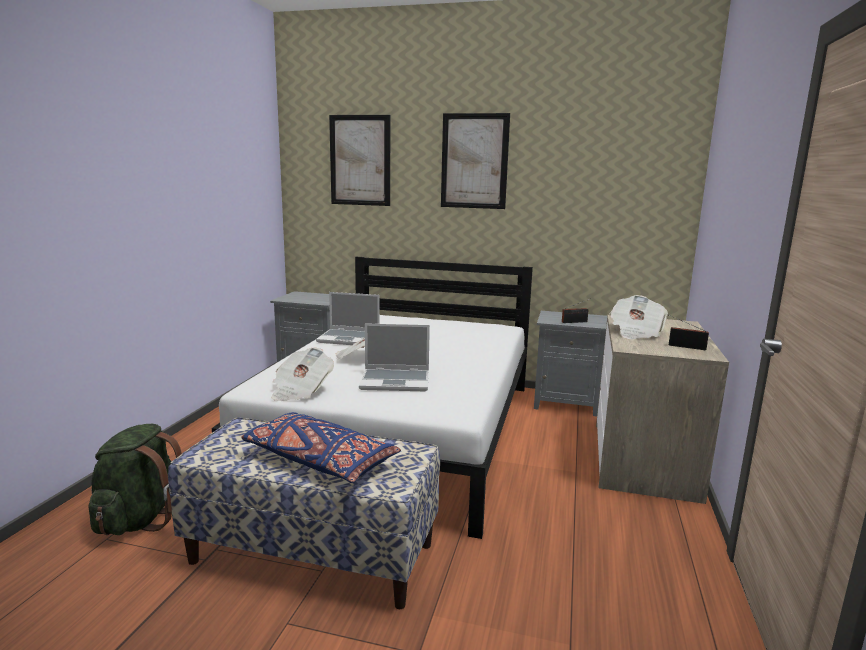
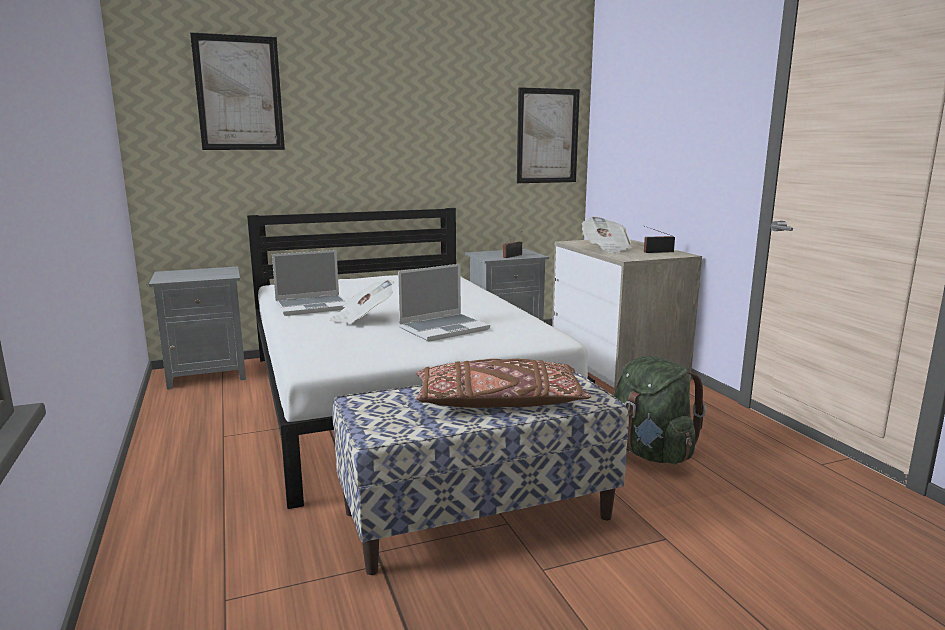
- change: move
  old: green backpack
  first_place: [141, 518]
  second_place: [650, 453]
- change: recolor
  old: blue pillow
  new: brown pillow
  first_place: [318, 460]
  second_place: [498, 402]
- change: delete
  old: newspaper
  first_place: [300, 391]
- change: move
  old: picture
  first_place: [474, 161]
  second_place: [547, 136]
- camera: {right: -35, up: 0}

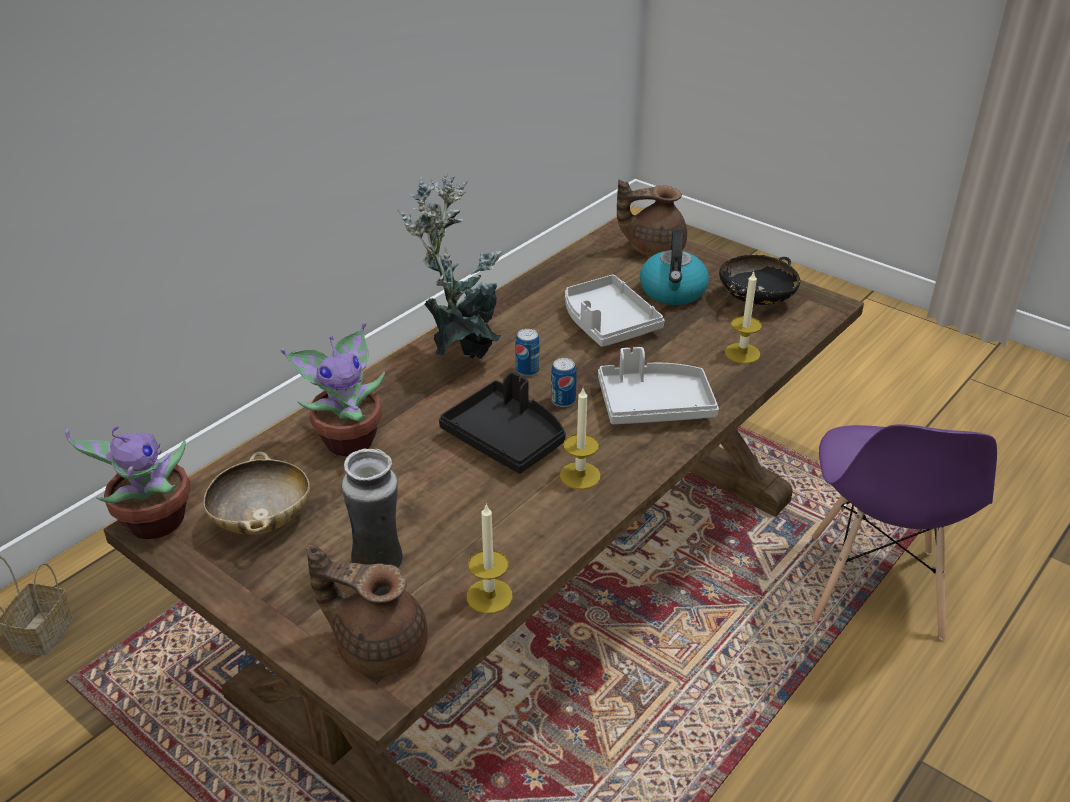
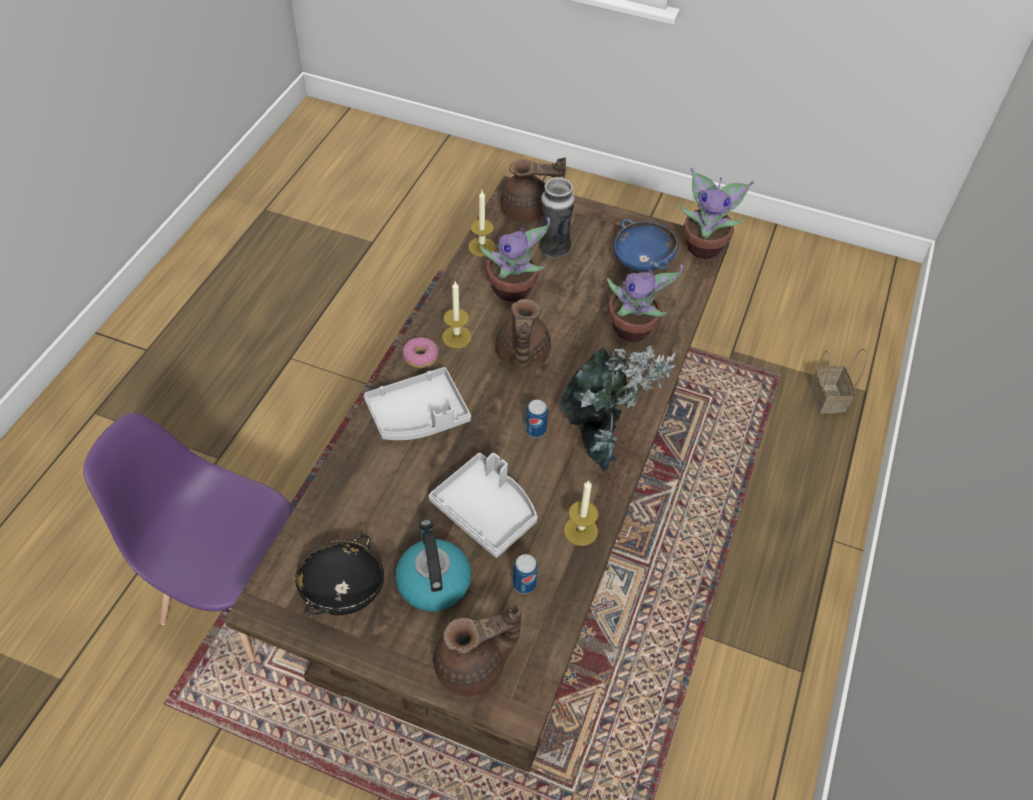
- change: recolor
  old: beige bowl
  new: blue bowl
  first_place: [262, 520]
  second_place: [642, 262]
- change: replace
  old: black tray
  new: brown teapot
  first_place: [506, 438]
  second_place: [521, 356]
- change: move
  old: can
  first_place: [563, 400]
  second_place: [524, 584]
- change: move
  old: candle
  first_place: [742, 353]
  second_place: [580, 531]
- change: rotate
  old: purple chair
  first_place: [874, 587]
  second_place: [233, 596]
  degrees: -60
- change: insert
  new: donut
  second_place: [420, 357]
- change: insert
  new: potted plant
  second_place: [513, 290]
- camera: {right: 160, up: 15}

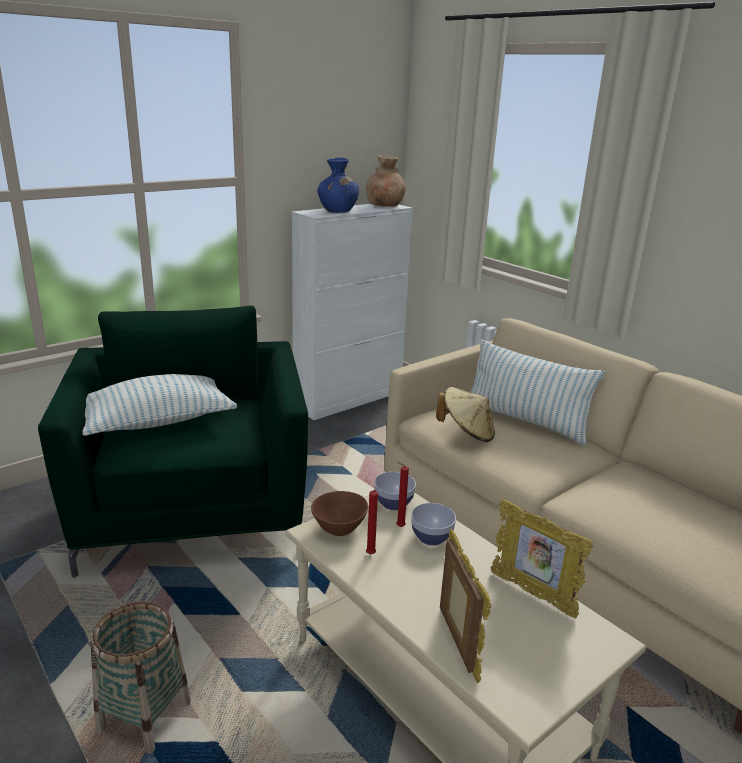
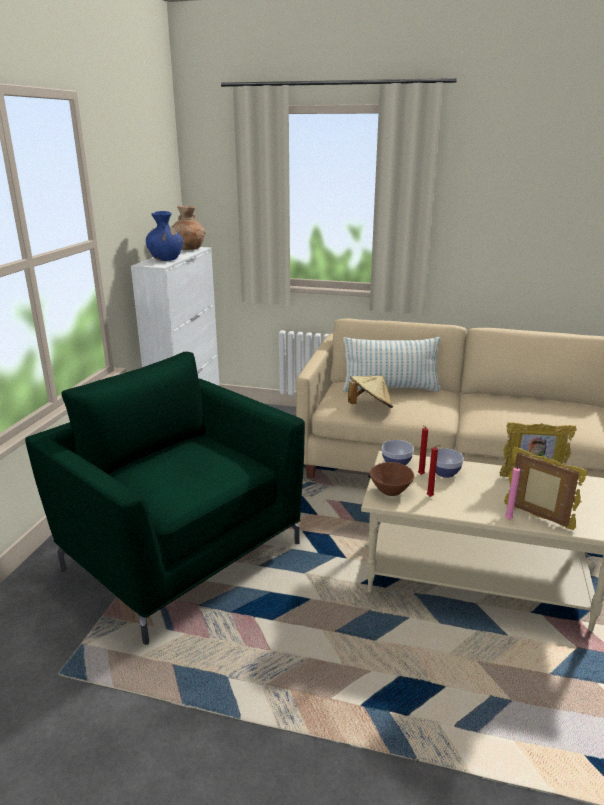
- change: delete
  old: pillow
  first_place: [157, 421]
- change: delete
  old: basket
  first_place: [144, 716]
- change: insert
  new: pink candle
  second_place: [508, 520]
- camera: {right: -35, up: 0}

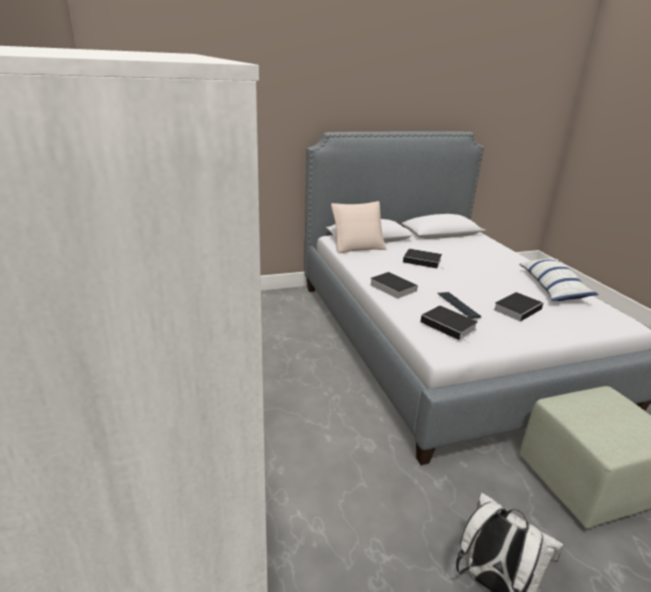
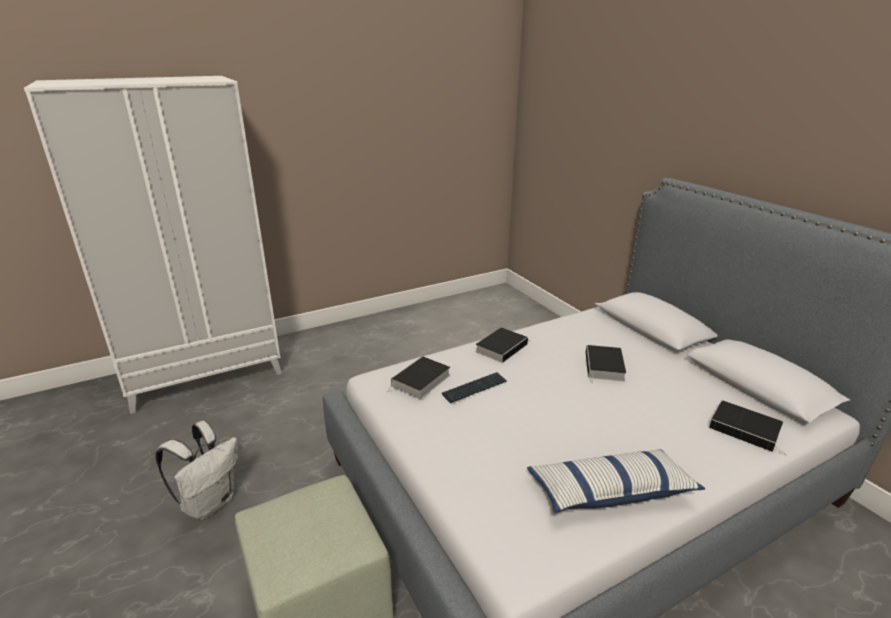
- change: delete
  old: beige pillow
  first_place: [357, 246]
- change: move
  old: book
  first_place: [517, 309]
  second_place: [747, 429]
- camera: {right: 80, up: 0}

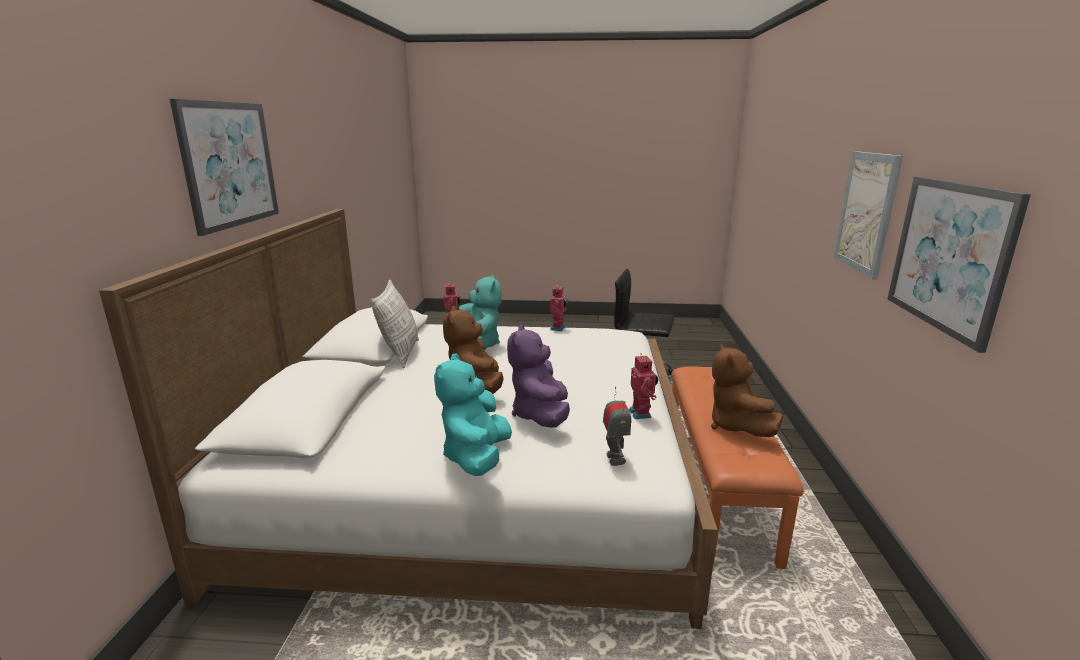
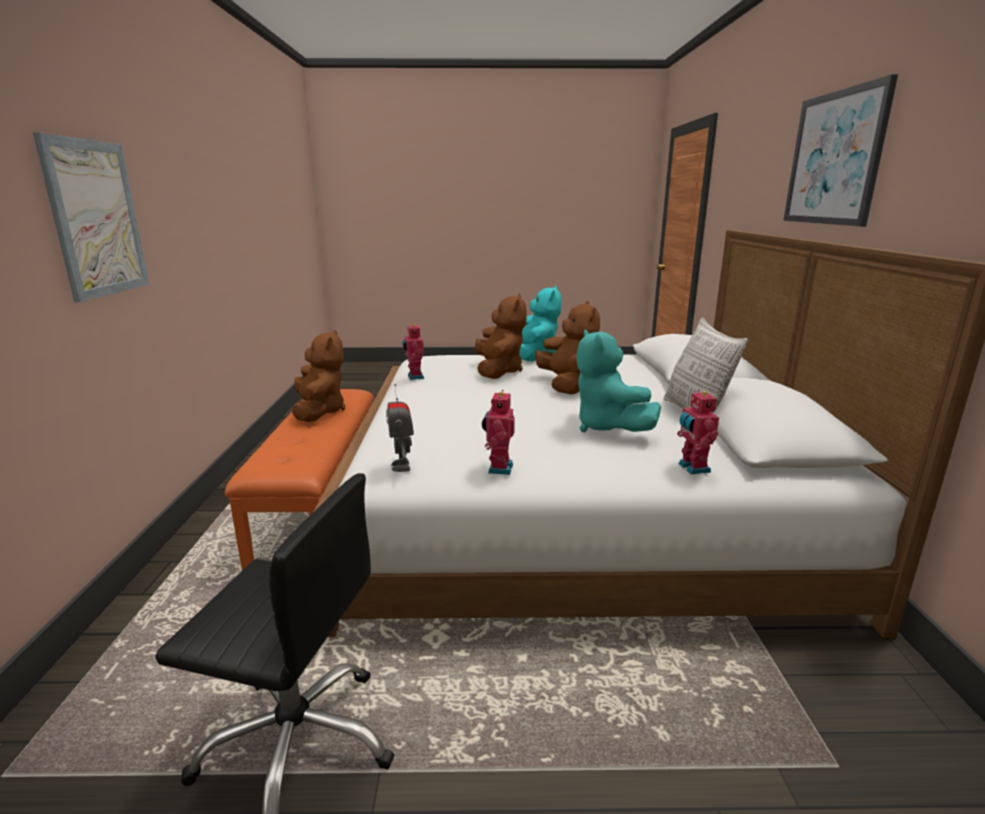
- change: recolor
  old: purple plush toy
  new: brown plush toy
  first_place: [541, 415]
  second_place: [498, 371]
- change: move
  old: toy robot
  first_place: [615, 459]
  second_place: [402, 466]
- change: delete
  old: picture
  first_place: [949, 256]
- camera: {right: 175, up: 0}

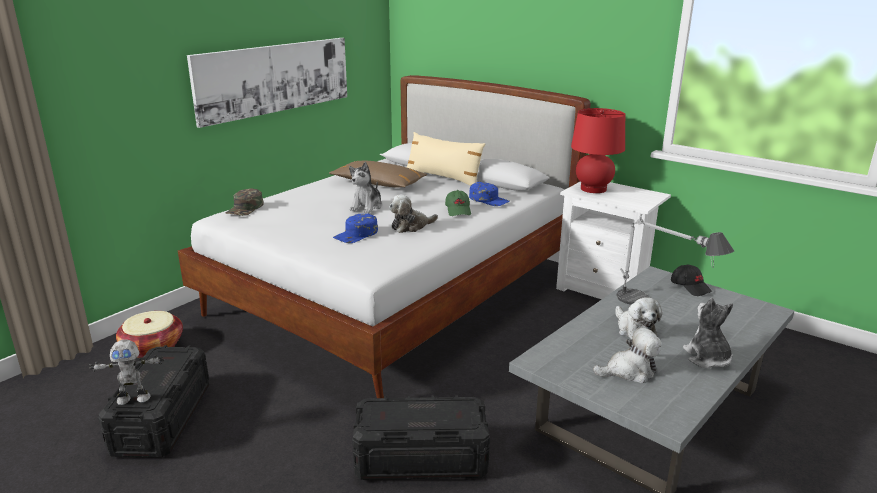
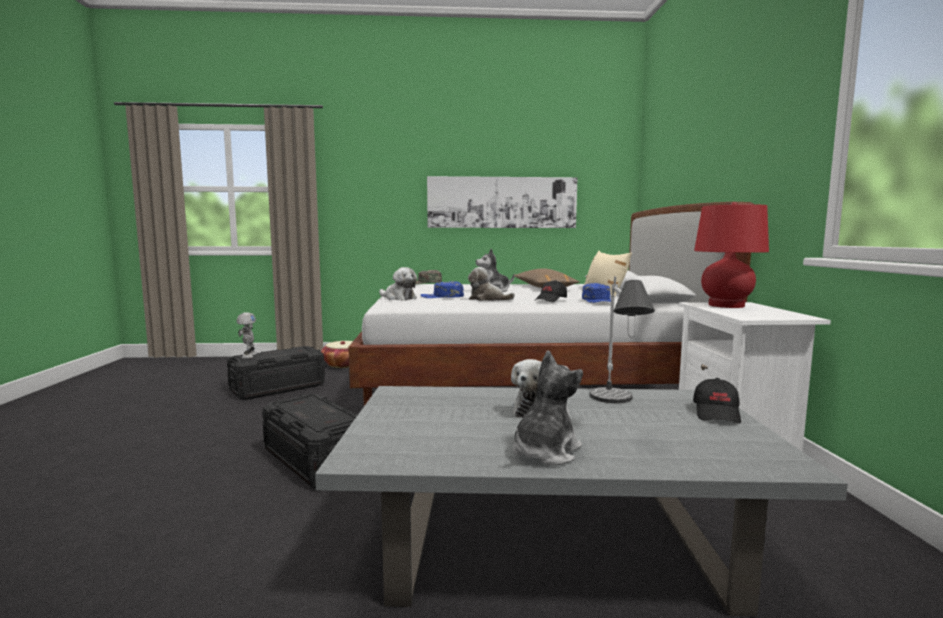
- change: rotate
  old: toy robot
  first_place: [134, 398]
  second_place: [248, 356]
  degrees: -135
- change: recolor
  old: green cap
  new: black cap
  first_place: [458, 210]
  second_place: [551, 300]
- change: move
  old: plush toy
  first_place: [629, 371]
  second_place: [398, 298]
- camera: {right: 50, up: -15}

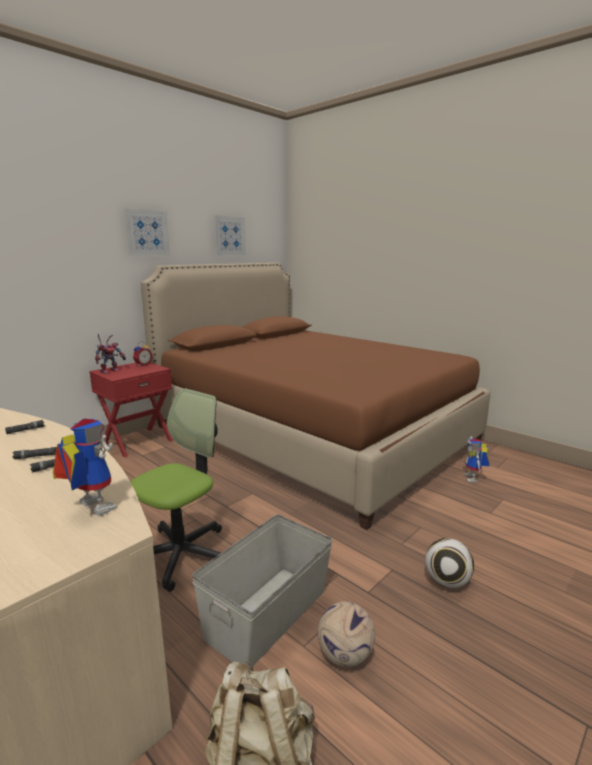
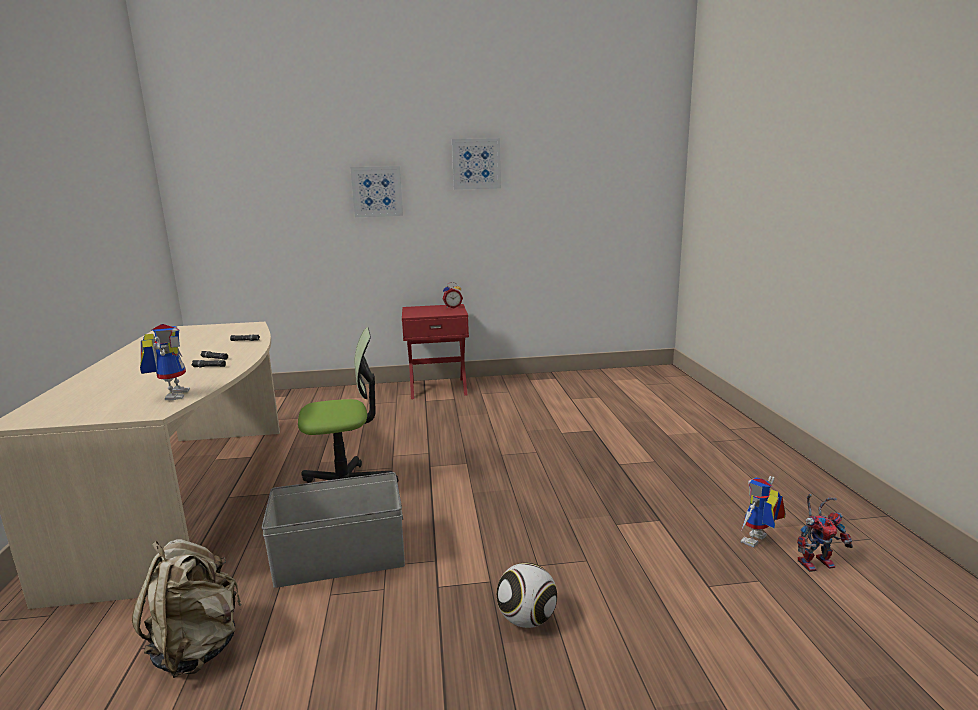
- change: move
  old: toy robot
  first_place: [110, 371]
  second_place: [816, 562]
- change: delete
  old: brown bed
  first_place: [311, 435]
- change: move
  old: picture
  first_place: [229, 236]
  second_place: [377, 191]
- change: delete
  old: football
  first_place: [344, 655]
- camera: {right: 40, up: 0}

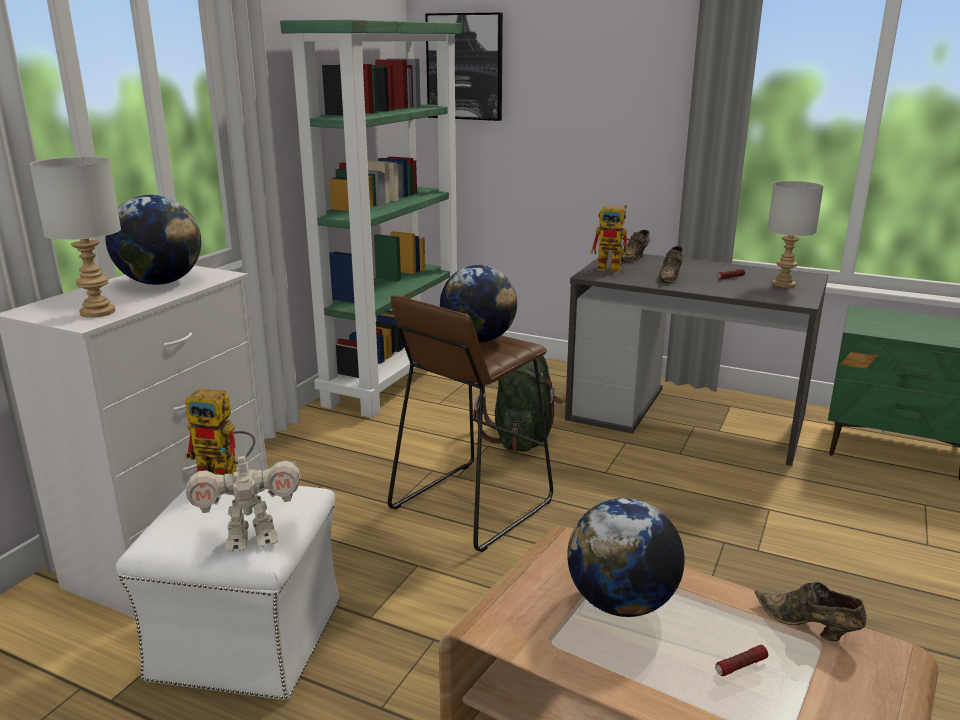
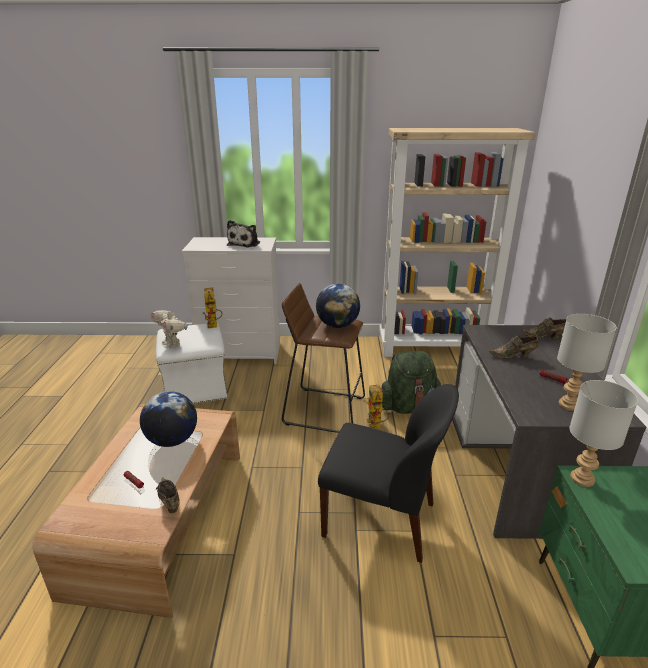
- change: move
  old: grey table lamp
  first_place: [96, 312]
  second_place: [581, 478]
- change: replace
  old: globe
  new: plush toy
  first_place: [160, 282]
  second_place: [245, 244]
- change: recolor
  old: green bookcase
  new: beige bookcase
  first_place: [393, 378]
  second_place: [434, 348]
- change: delete
  old: picture
  first_place: [465, 67]
- change: move
  old: toy robot
  first_place: [615, 268]
  second_place: [376, 425]
- change: rotate
  old: brown shoe
  first_place: [808, 627]
  second_place: [169, 502]
  degrees: -45
- change: insert
  new: black chair
  second_place: [382, 520]
- camera: {right: 65, up: 5}

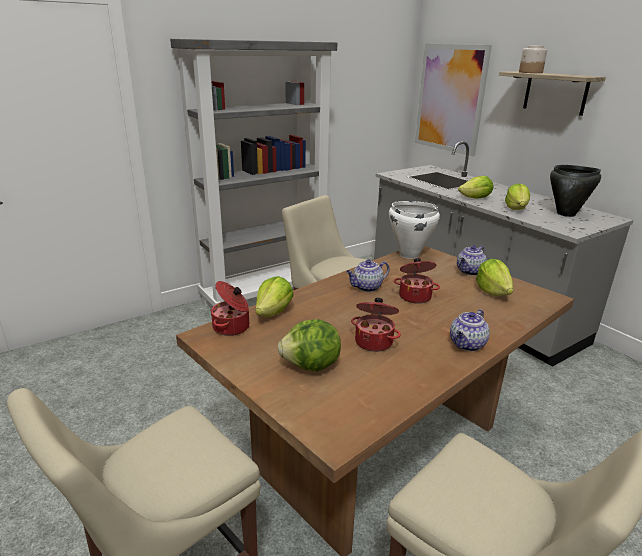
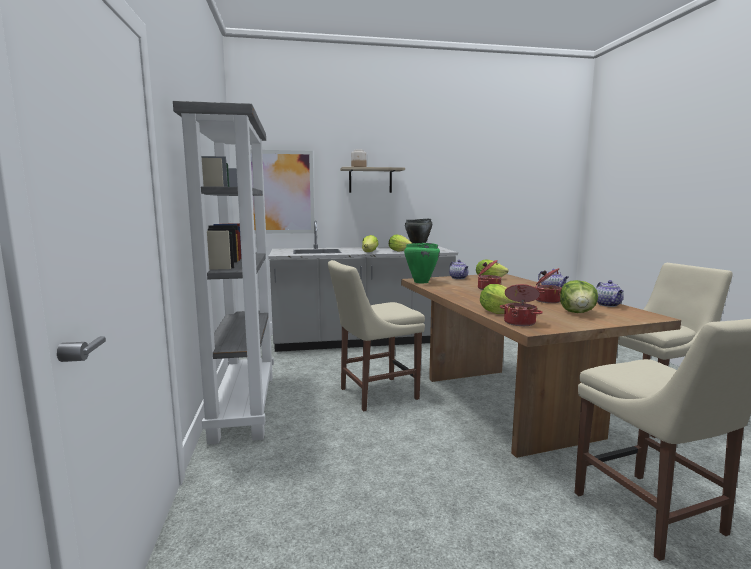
- change: move
  old: teapot
  first_place: [366, 287]
  second_place: [608, 305]
- change: recolor
  old: white cooking pot
  new: green cooking pot
  first_place: [409, 255]
  second_place: [421, 282]
- camera: {right: -65, up: -15}

